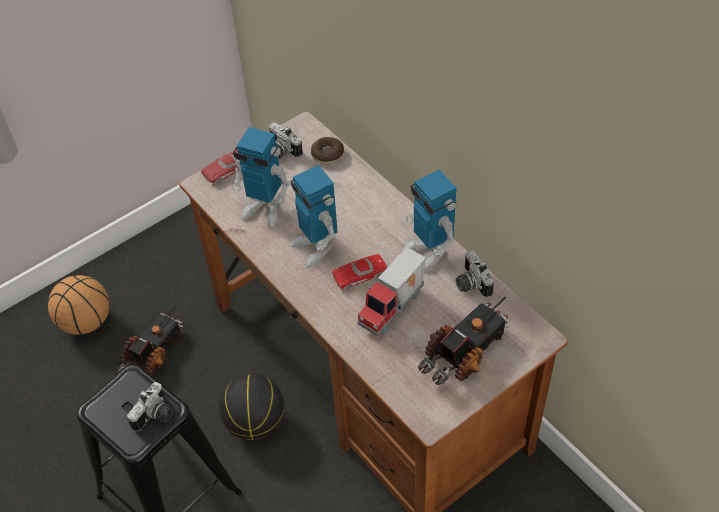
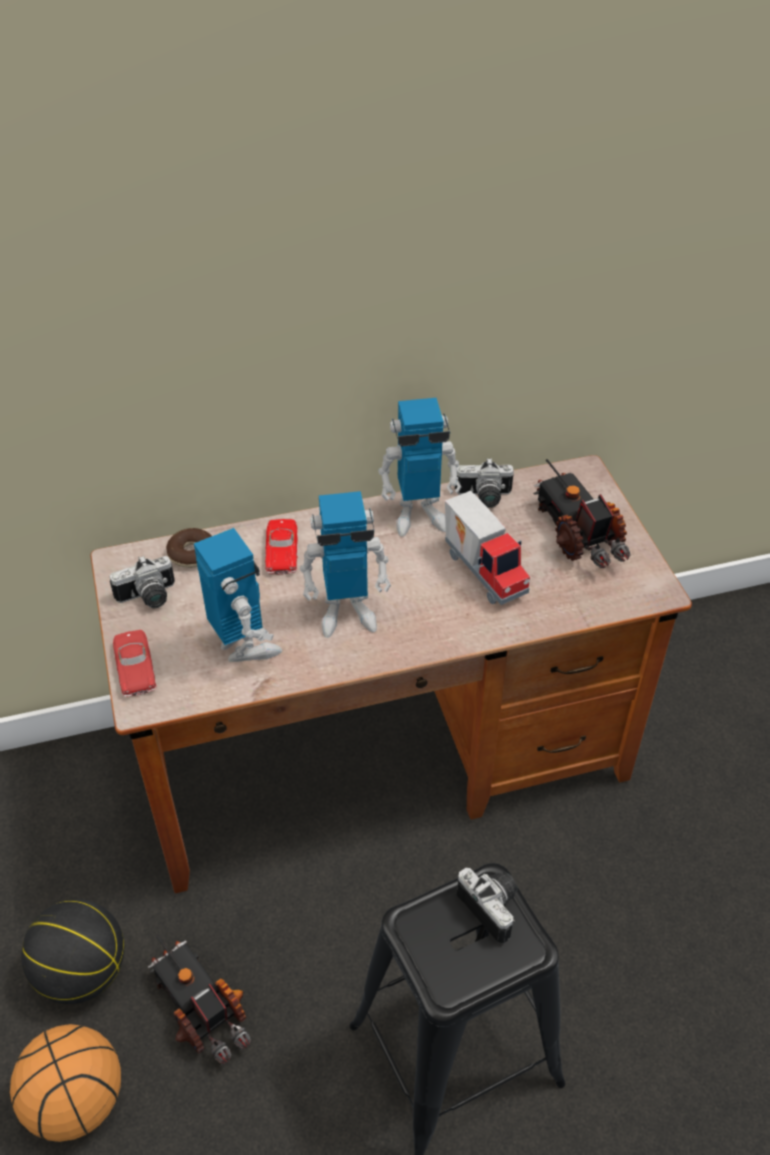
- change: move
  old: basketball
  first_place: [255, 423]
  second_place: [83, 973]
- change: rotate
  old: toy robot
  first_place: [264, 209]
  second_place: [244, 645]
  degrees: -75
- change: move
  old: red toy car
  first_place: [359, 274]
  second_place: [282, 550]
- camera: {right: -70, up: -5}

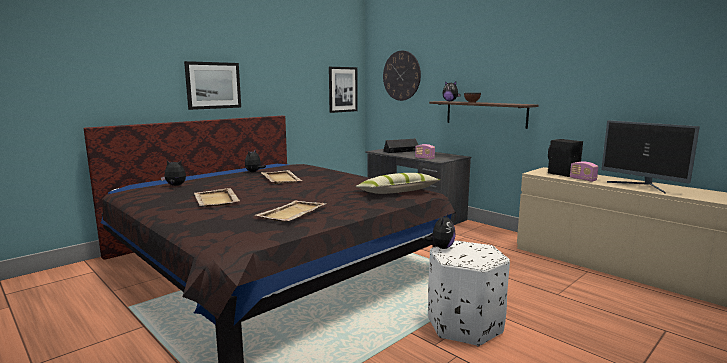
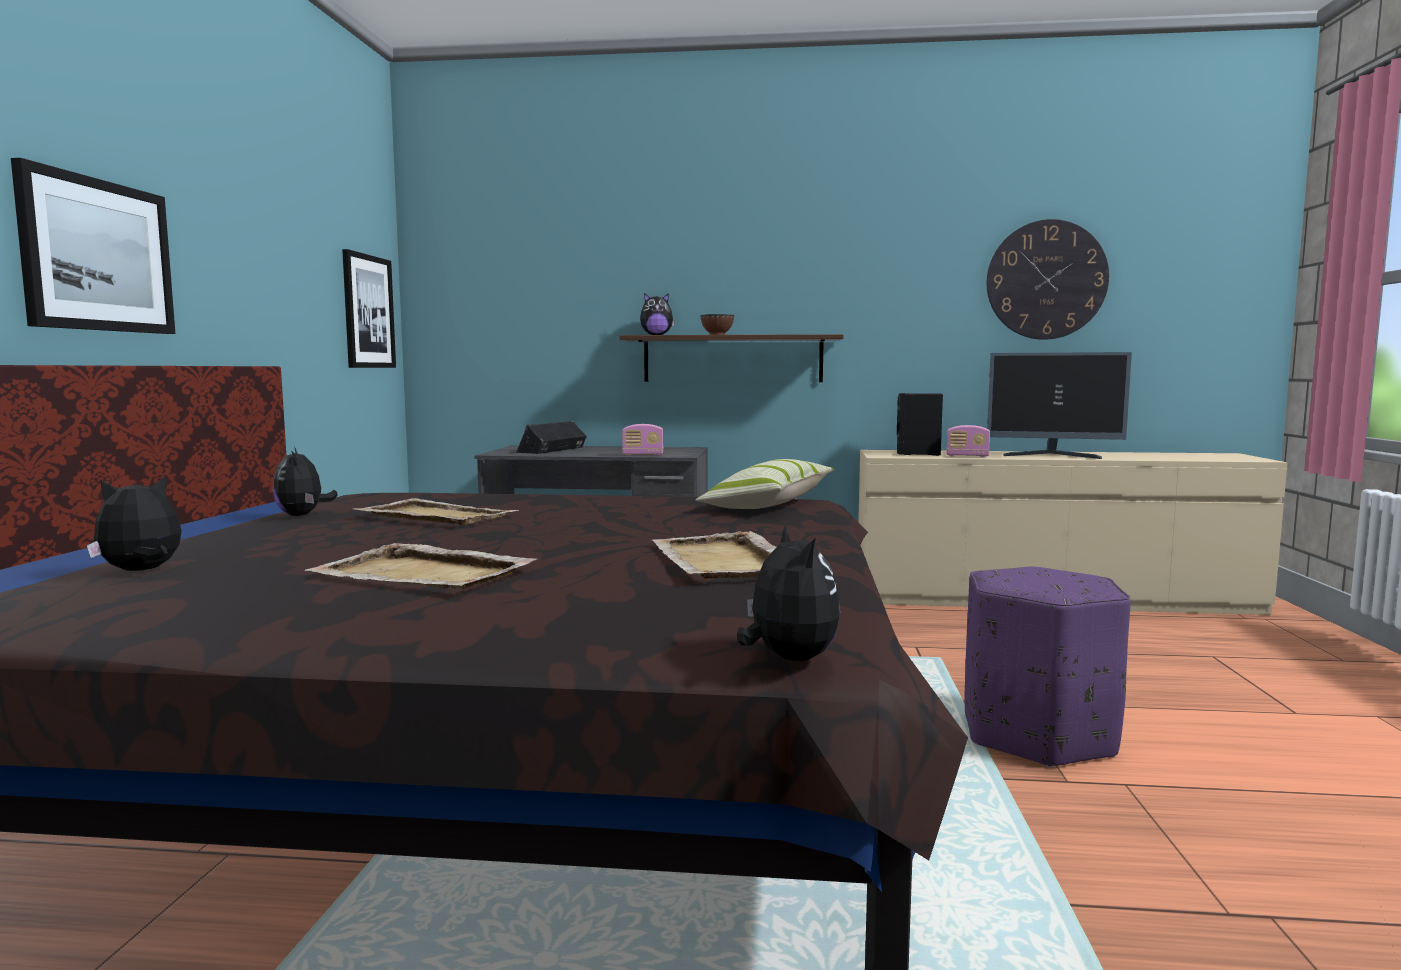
- change: move
  old: wall clock
  first_place: [401, 75]
  second_place: [1046, 280]
- change: move
  old: plush toy
  first_place: [441, 247]
  second_place: [788, 659]
- change: recolor
  old: white ottoman
  new: purple ottoman
  first_place: [464, 325]
  second_place: [1036, 735]
- camera: {right: -40, up: -5}

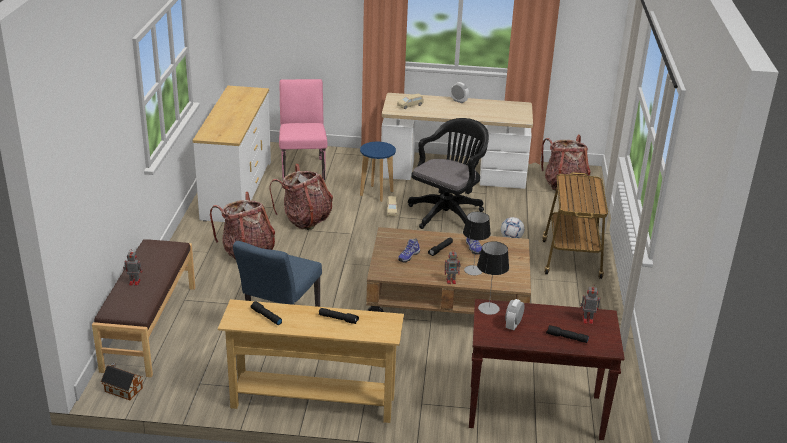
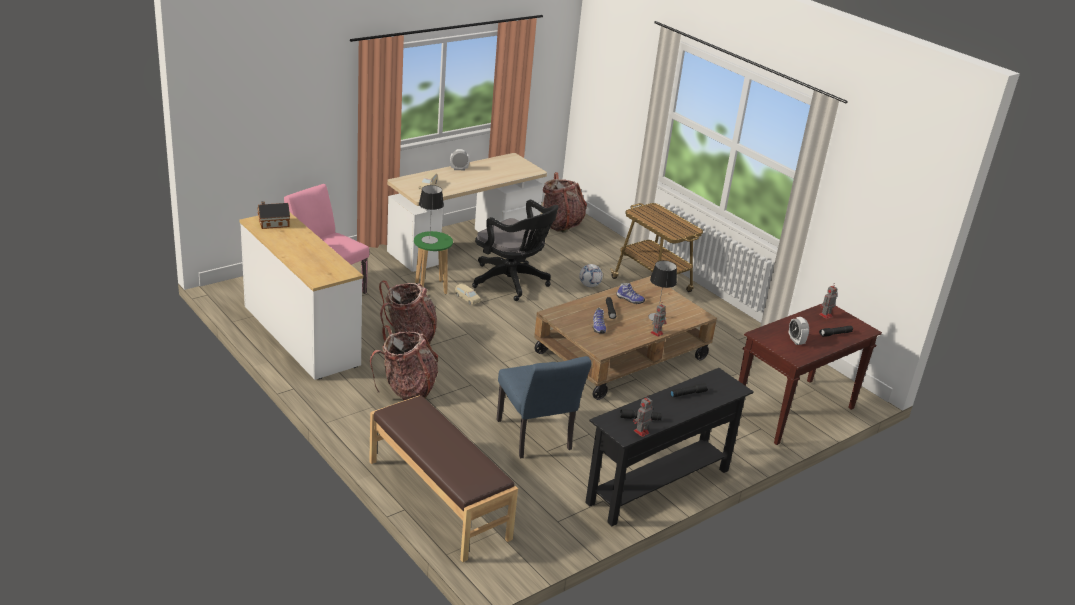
- change: move
  old: toy house
  first_place: [122, 389]
  second_place: [272, 223]
- change: move
  old: toy robot
  first_place: [134, 282]
  second_place: [640, 432]
- change: recolor
  old: beige console table
  new: black console table
  first_place: [313, 402]
  second_place: [659, 486]
- change: recolor
  old: blue stool
  new: green stool
  first_place: [376, 193]
  second_place: [431, 288]
- change: rotate
  old: black office chair
  first_place: [447, 213]
  second_place: [512, 282]
  degrees: 135
- change: move
  old: table lamp
  first_place: [488, 308]
  second_place: [429, 240]
- camera: {right: -45, up: 0}

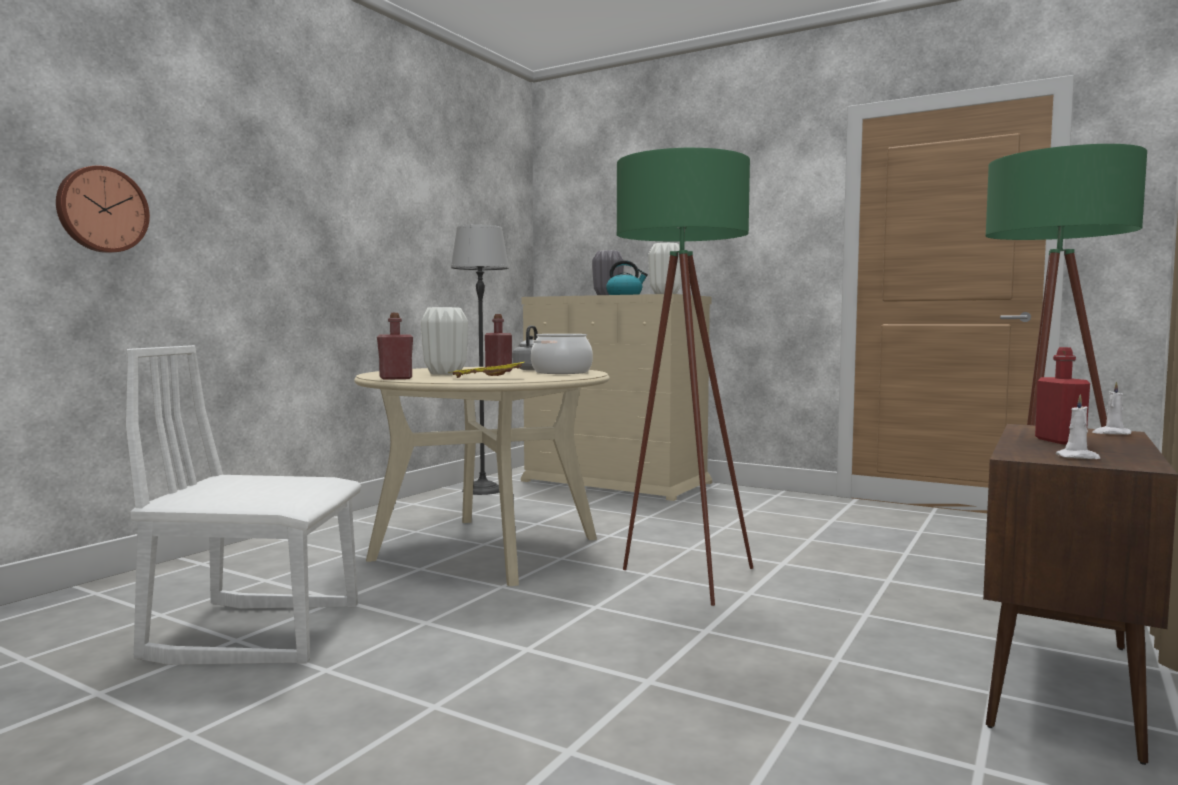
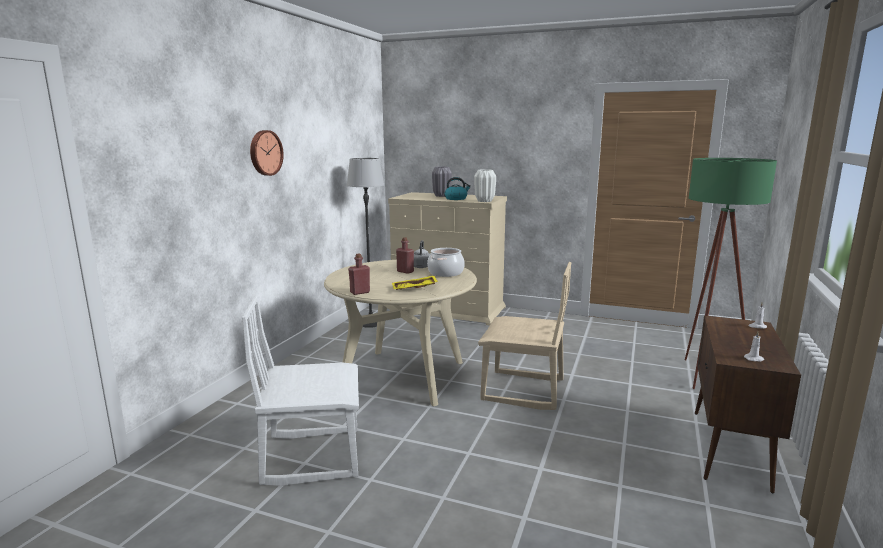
- change: move
  old: wall clock
  first_place: [101, 210]
  second_place: [265, 153]
- change: delete
  old: white vase
  first_place: [445, 373]
- change: replace
  old: green floor lamp
  new: beige chair
  first_place: [680, 577]
  second_place: [523, 391]
- change: delete
  old: red bottle
  first_place: [1060, 441]
- camera: {right: -10, up: 10}

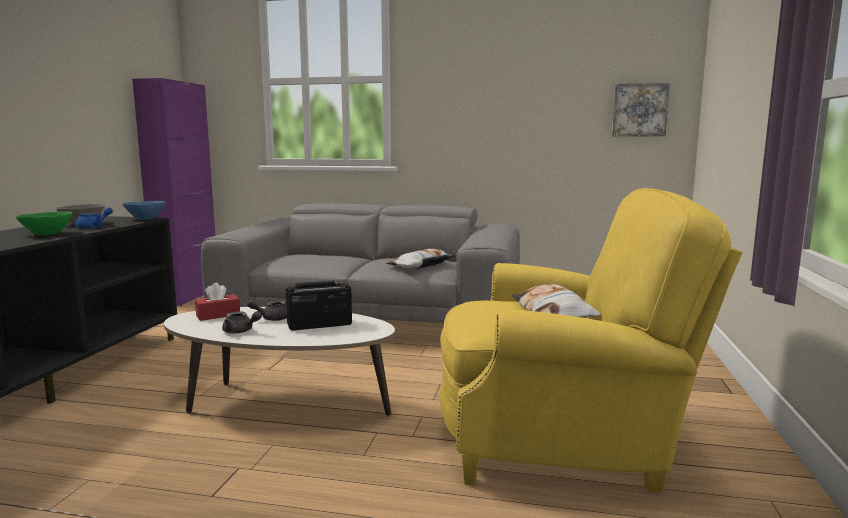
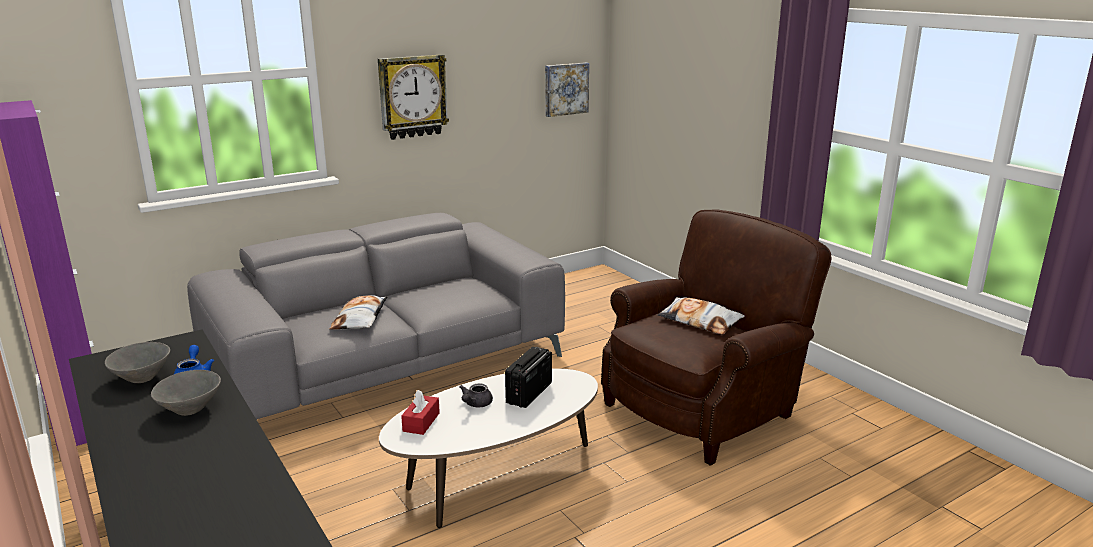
- change: recolor
  old: green bowl
  new: grey bowl
  first_place: [46, 234]
  second_place: [189, 409]
- change: delete
  old: blue bowl
  first_place: [145, 219]
- change: delete
  old: grey teapot
  first_place: [241, 331]
- change: move
  old: pillow
  first_place: [421, 265]
  second_place: [360, 319]
- change: recolor
  old: yellow armchair
  new: brown armchair
  first_place: [563, 438]
  second_place: [704, 408]
- change: insert
  new: wall clock
  second_place: [412, 96]
- camera: {right: -45, up: 10}

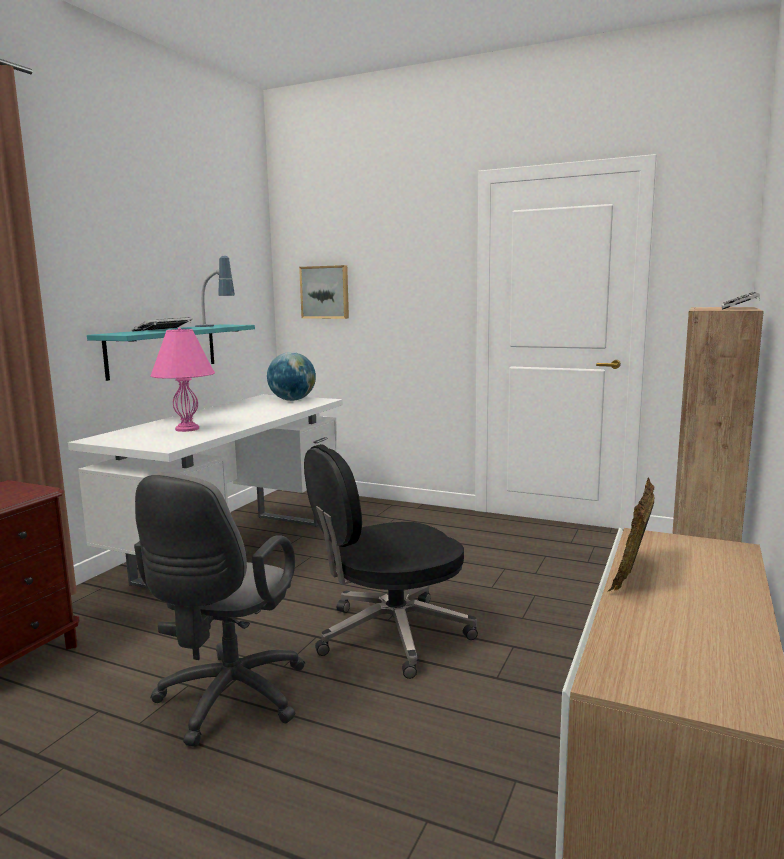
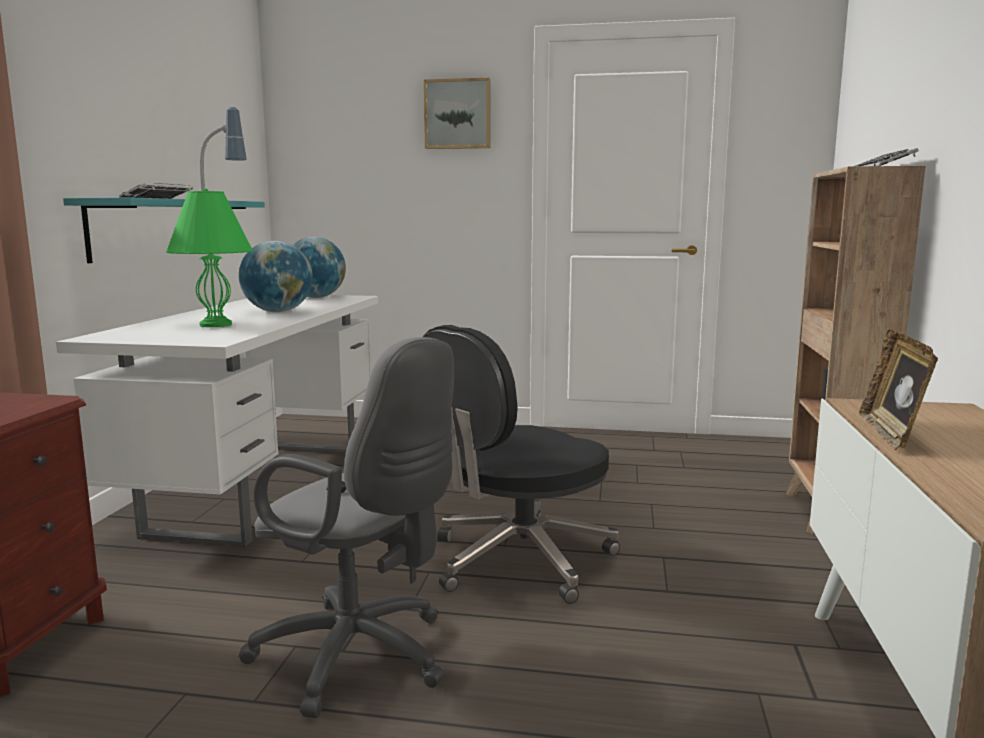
- change: rotate
  old: grey office chair
  first_place: [227, 701]
  second_place: [361, 658]
  degrees: -60
- change: recolor
  old: pink table lamp
  new: green table lamp
  first_place: [187, 429]
  second_place: [215, 324]
- change: move
  old: picture
  first_place: [325, 292]
  second_place: [458, 114]
- change: insert
  new: globe
  second_place: [278, 312]
- camera: {right: -15, up: 0}

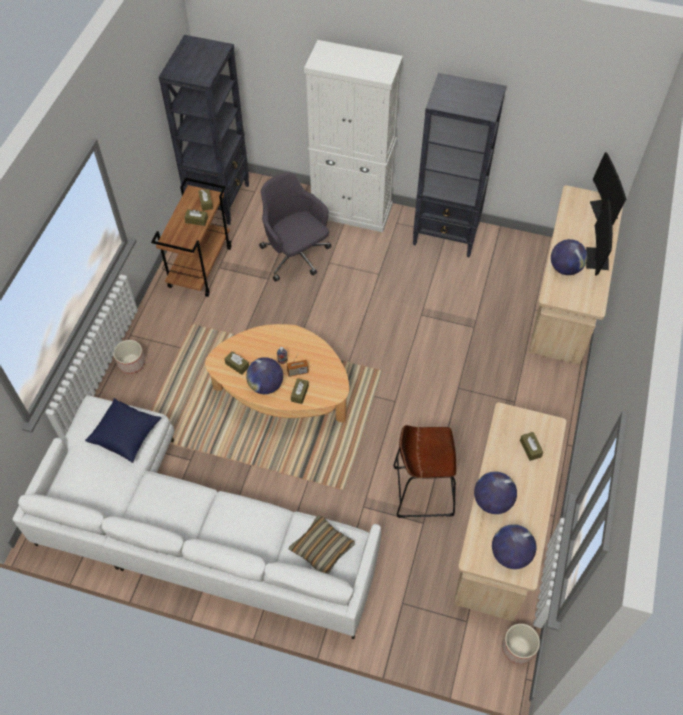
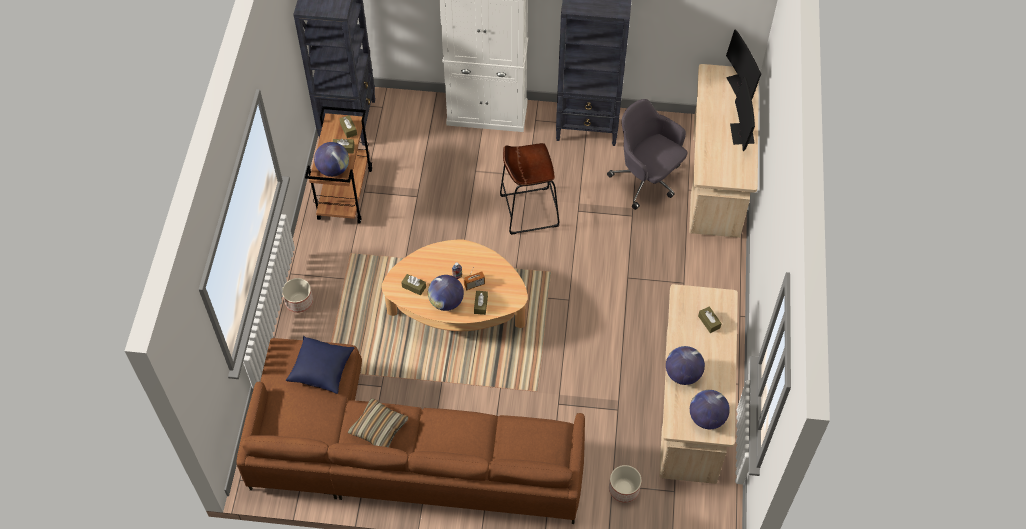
- change: recolor
  old: white sofa
  new: brown sofa
  first_place: [192, 532]
  second_place: [400, 453]
- change: move
  old: grey office chair
  first_place: [296, 256]
  second_place: [647, 180]
- change: move
  old: pillow
  first_place: [322, 548]
  second_place: [379, 428]
- change: move
  old: brown stool
  first_place: [422, 491]
  second_place: [529, 210]
- change: move
  old: planter
  first_place: [518, 648]
  second_place: [623, 489]
- change: move
  old: globe
  first_place: [565, 268]
  second_place: [333, 169]
- camera: {right: -10, up: 0}

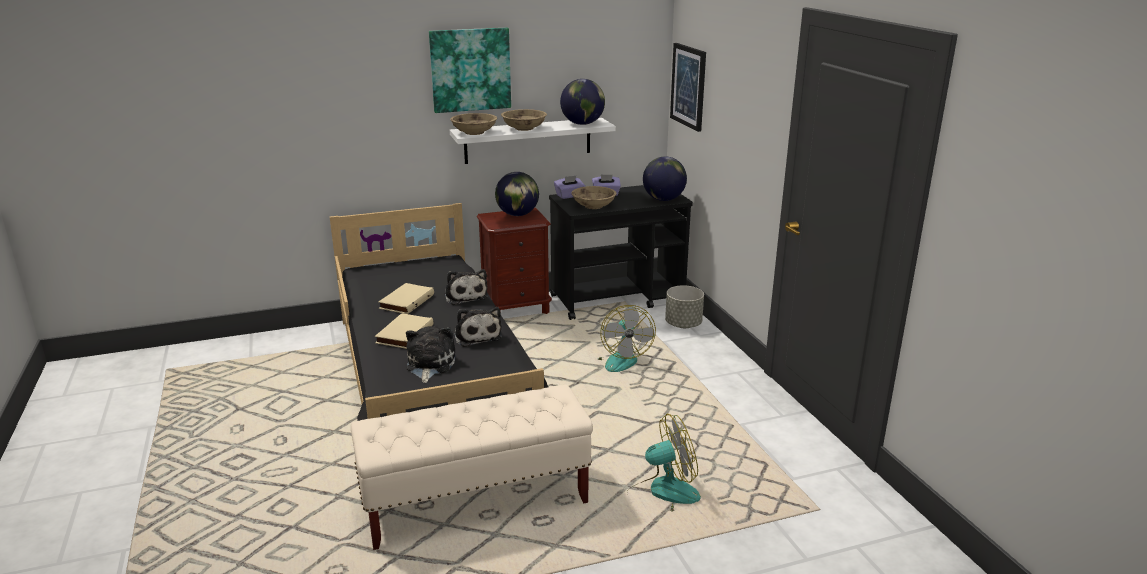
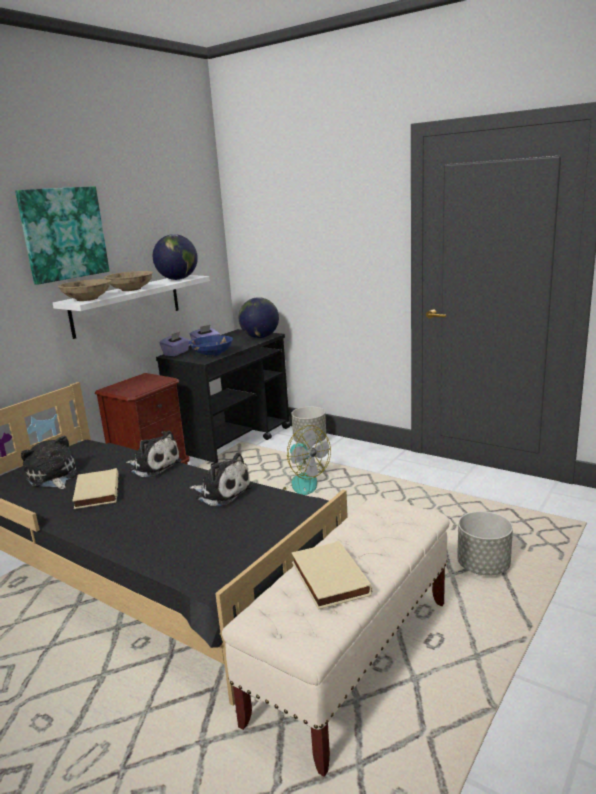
- change: move
  old: beige book
  first_place: [404, 334]
  second_place: [327, 578]
- change: move
  old: plush toy
  first_place: [429, 365]
  second_place: [52, 477]
- change: delete
  old: globe
  first_place: [517, 215]
- change: recolor
  old: beige bowl
  new: blue bowl
  first_place: [593, 206]
  second_place: [212, 354]
- change: replace
  old: fan
  new: grey planter
  first_place: [662, 494]
  second_place: [483, 566]
- change: delete
  old: picture
  first_place: [688, 86]
- camera: {right: -35, up: -5}

